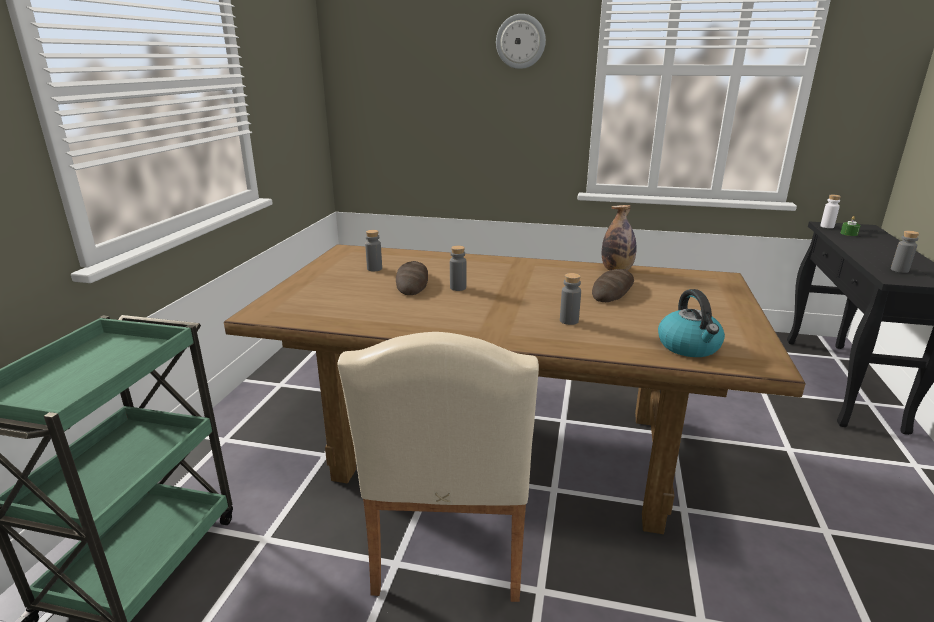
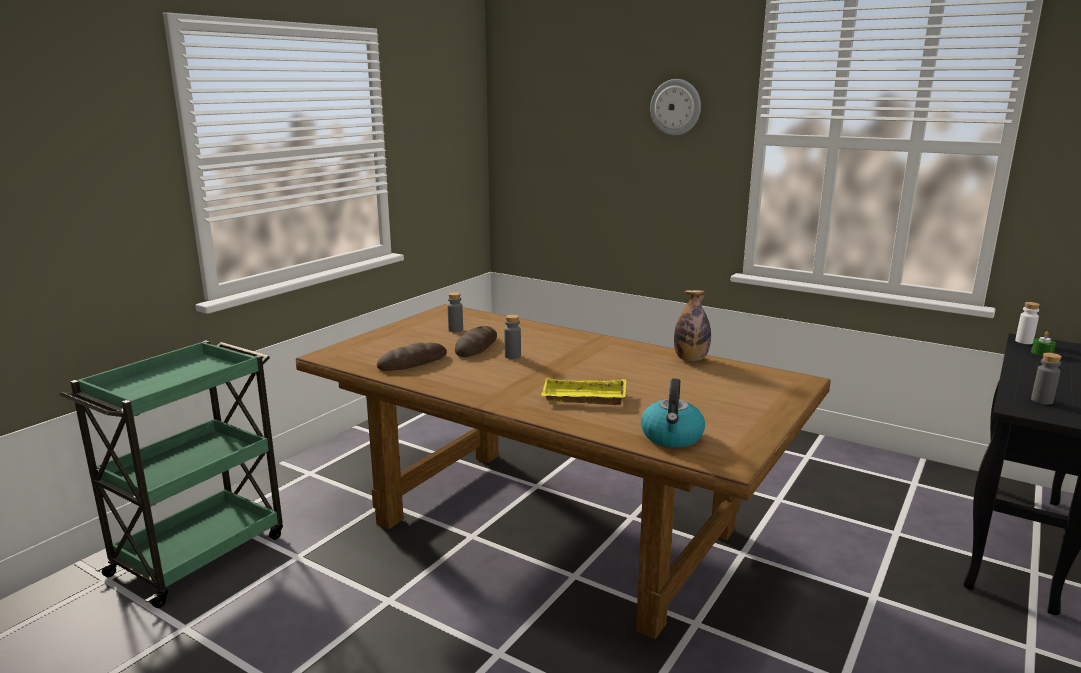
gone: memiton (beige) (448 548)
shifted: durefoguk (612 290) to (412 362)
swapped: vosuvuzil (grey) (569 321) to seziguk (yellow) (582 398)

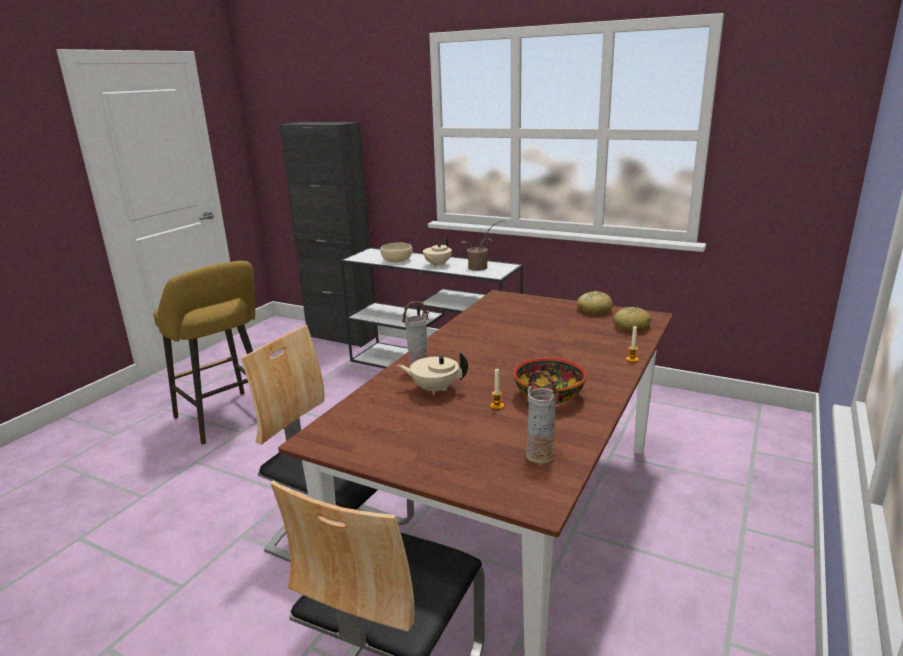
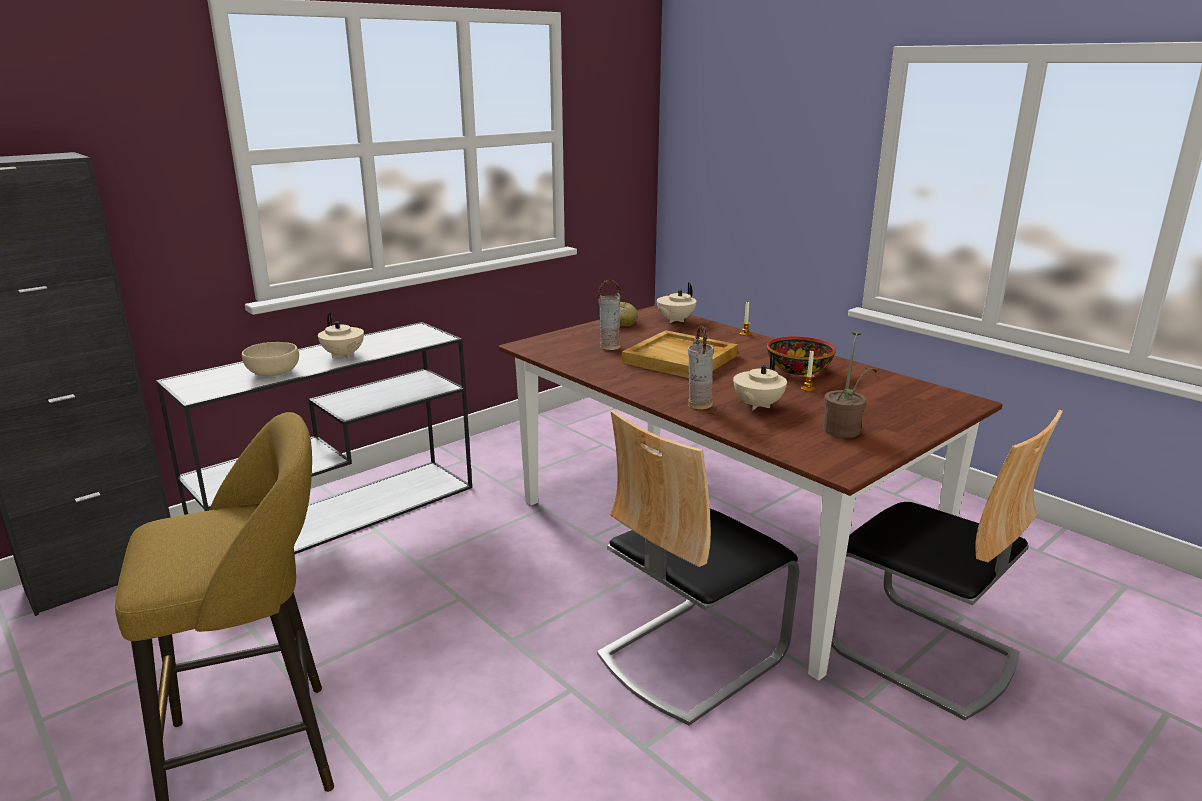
new: seziguk (beige) (681 359)
shifted: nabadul (480 268) to (843 428); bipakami (540 455) to (609 347)
swapped: durefoguk (631 327) to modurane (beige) (675 320)

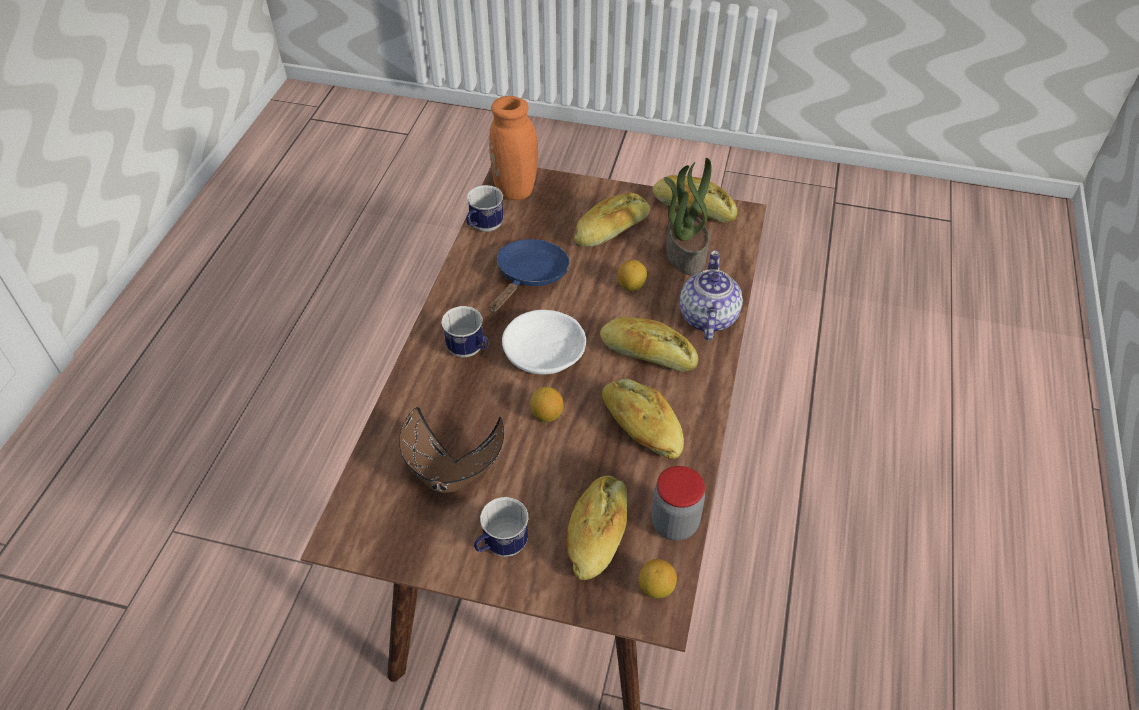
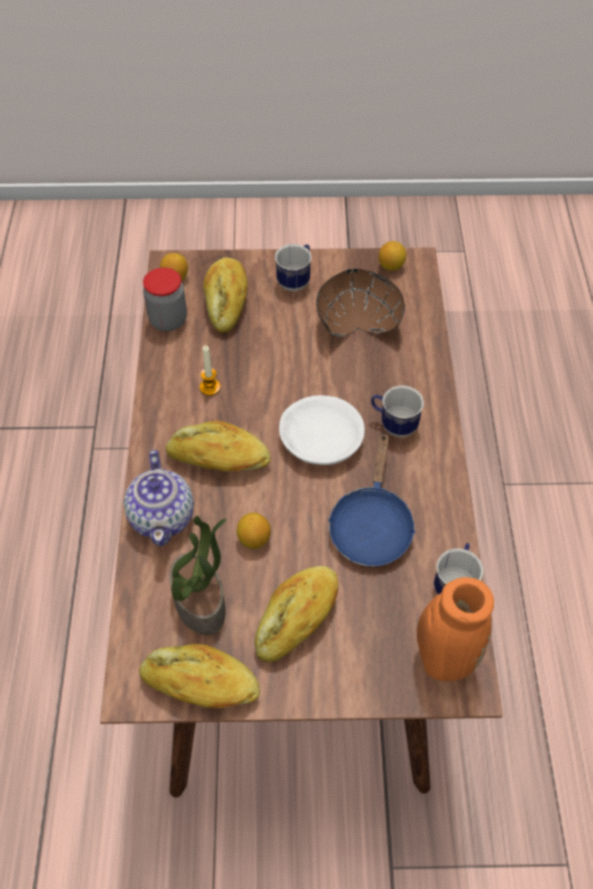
shifted: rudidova (546 414) to (391 266)
swapped: durefoguk (641 427) to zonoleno (210 387)

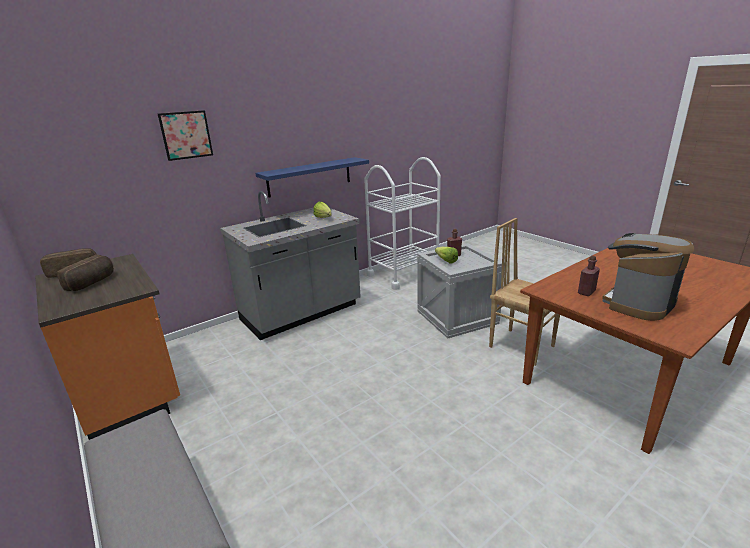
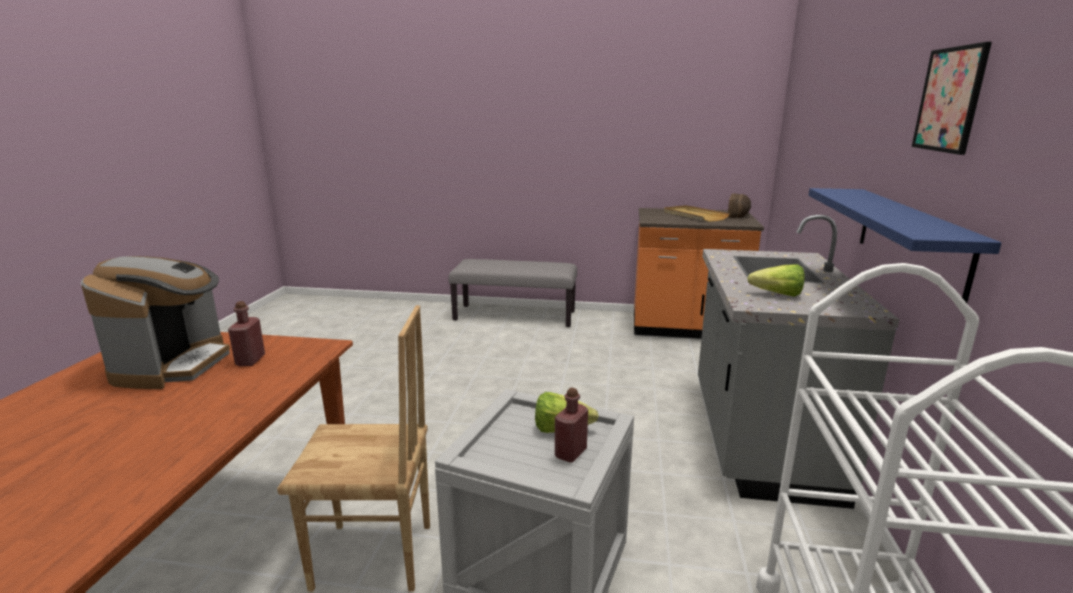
shifted: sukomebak (186 135) to (949 99)
swapped: durefoguk (92 283) to seziguk (beige) (694 215)

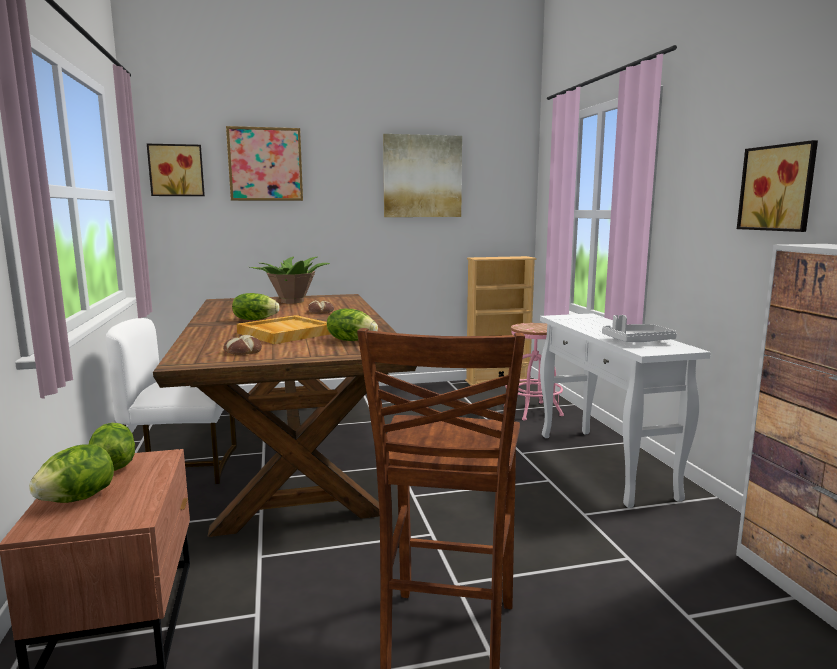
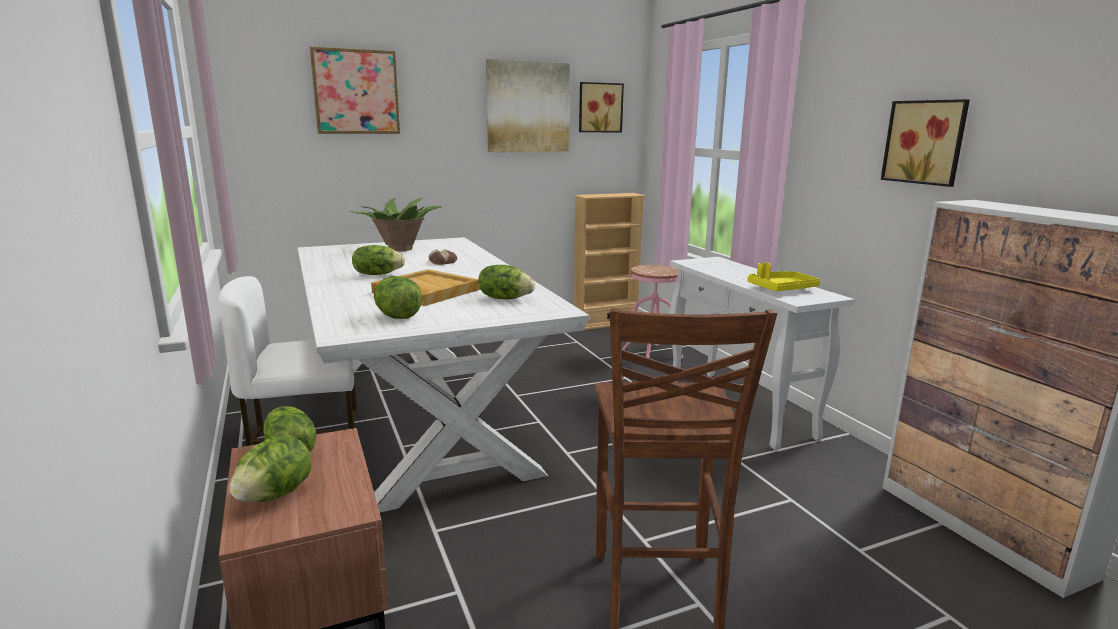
shifted: sukomebak (176 170) to (599 107)
swapped: durefoguk (242 351) to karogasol (397 317)
repainted: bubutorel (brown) (292 451) to bubutorel (white) (421 412); seziguk (grey) (637 341) to seziguk (yellow) (781 289)

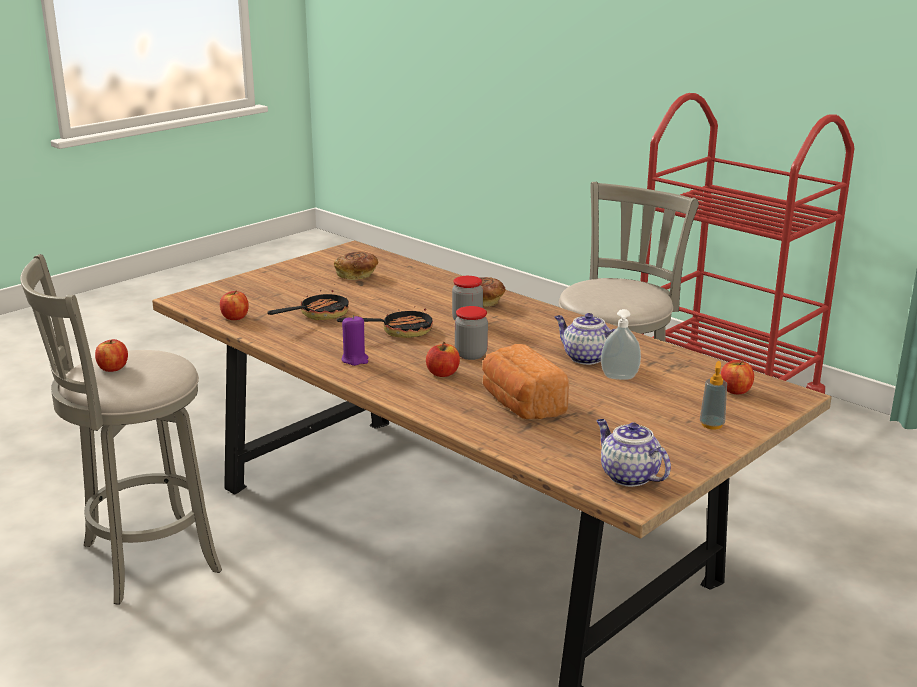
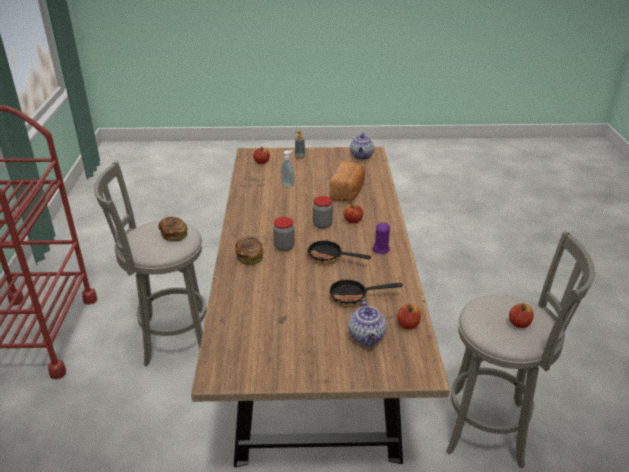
shifted: durefoguk (357 275) to (173 234); modurane (585 358) to (367 337)

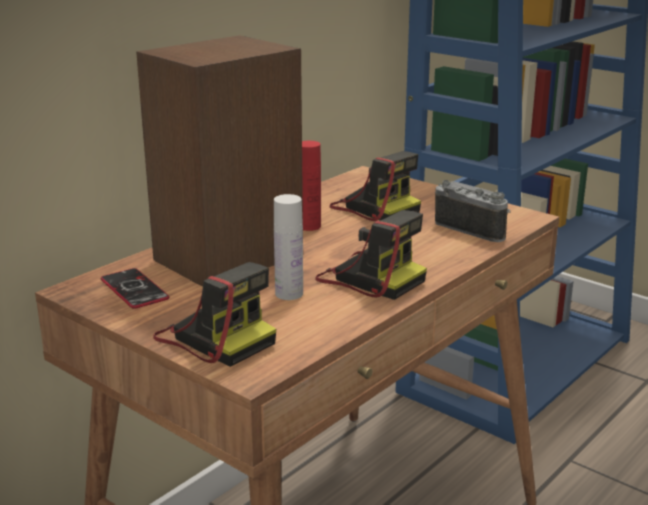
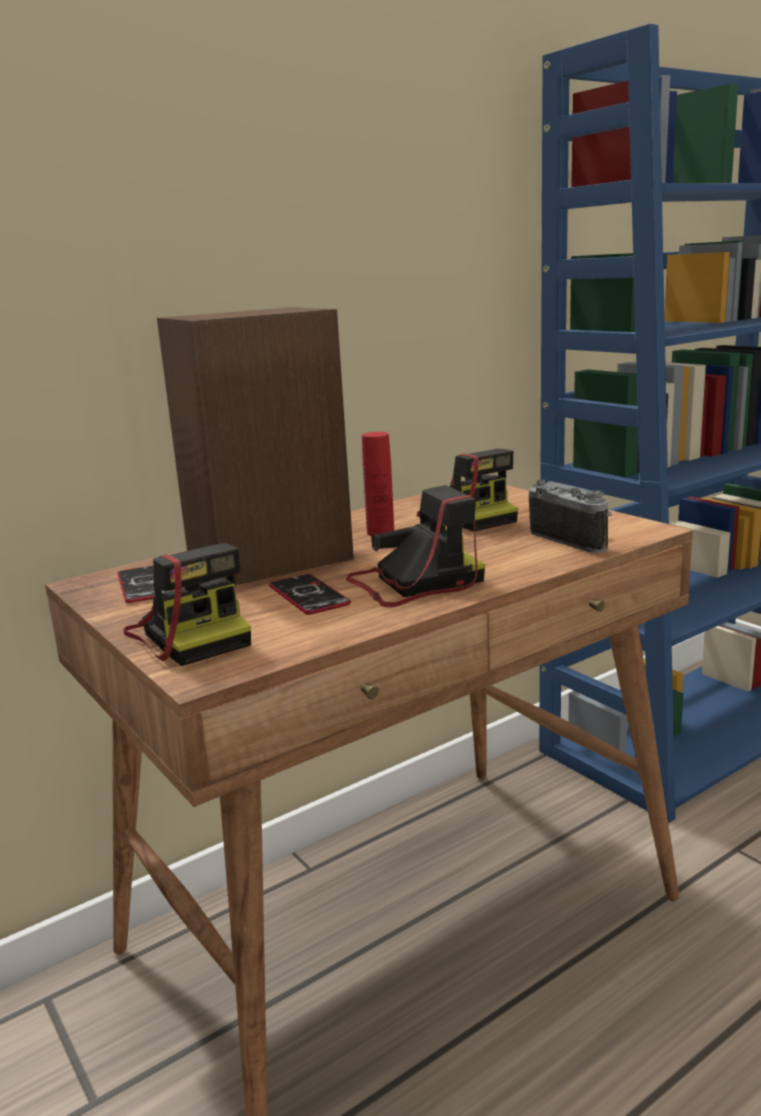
swapped: vosuvuzil (white) (289 294) to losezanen (308 596)
rotated: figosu (369 278) = (414 584) 75 degrees counterclockwise

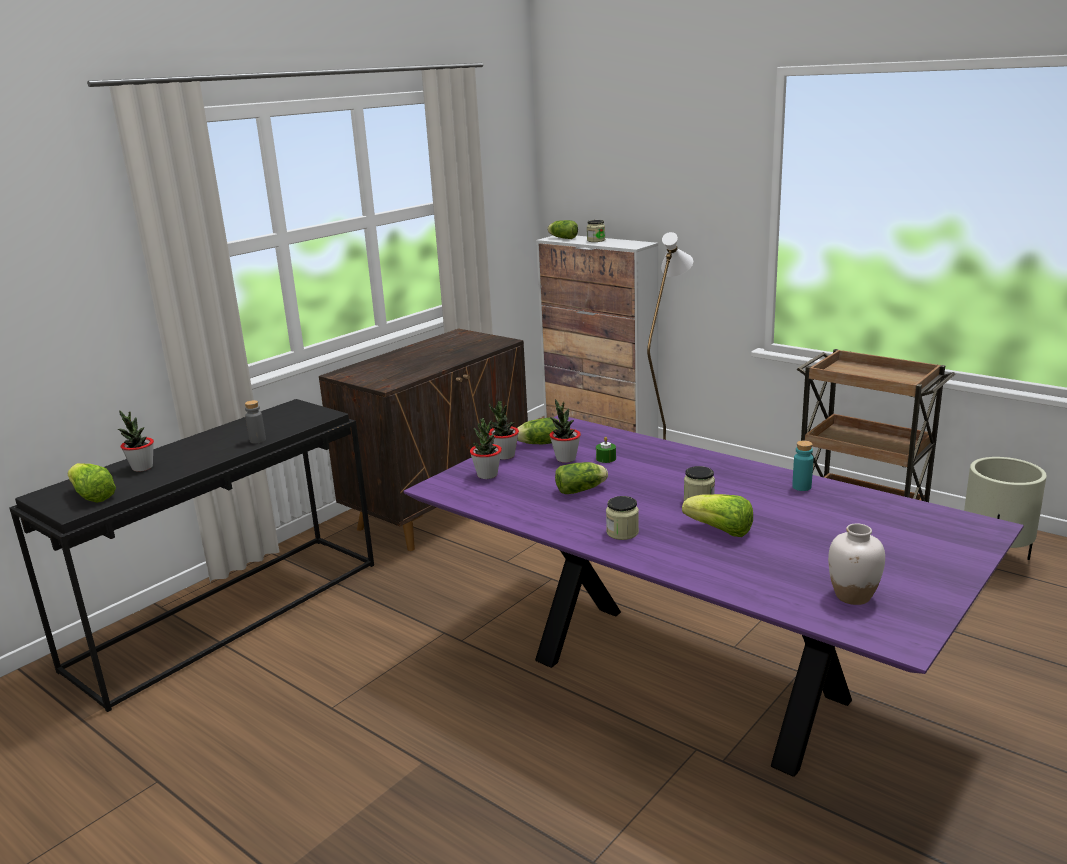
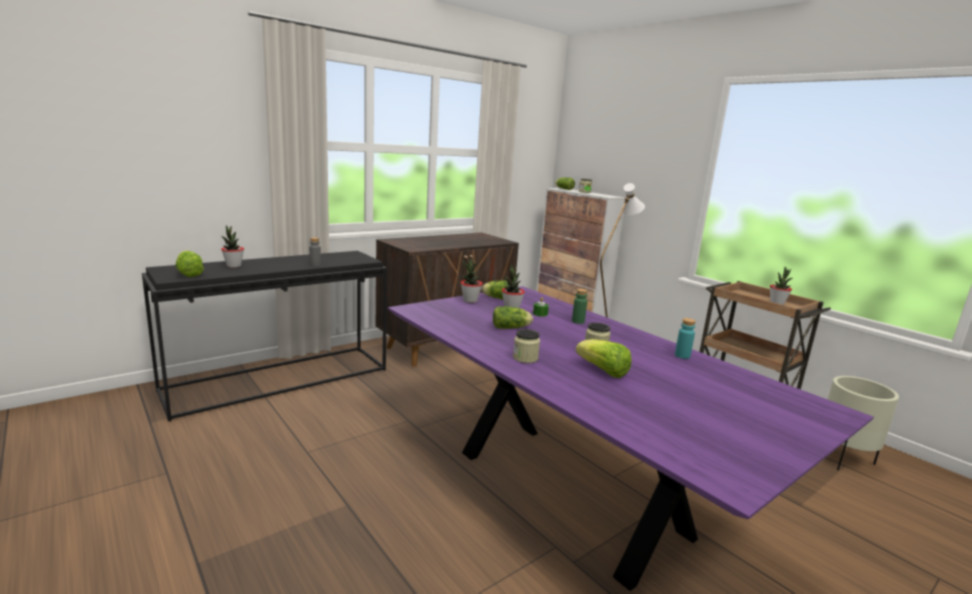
gone: bipakami (white) (853 596)
new: vosuvuzil (green) (578 321)
shifted: nabadul (487 475) to (777 303)

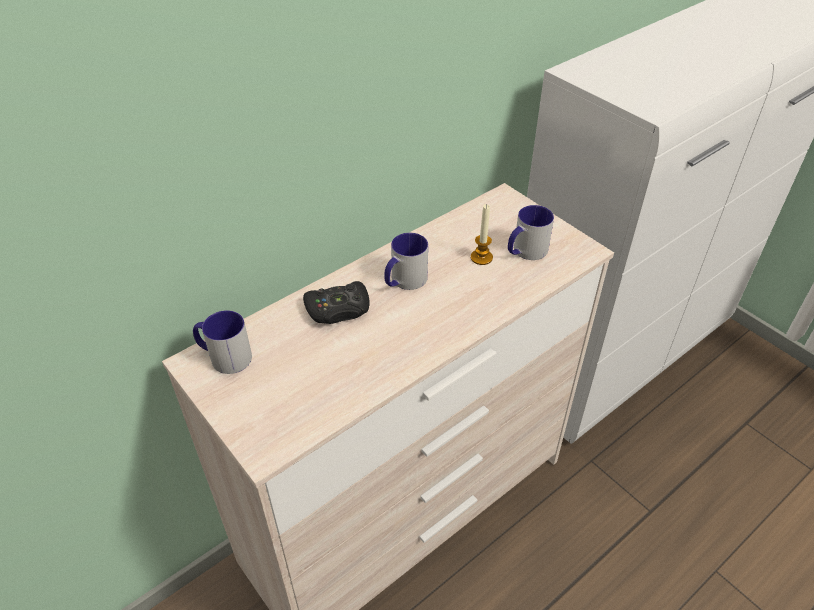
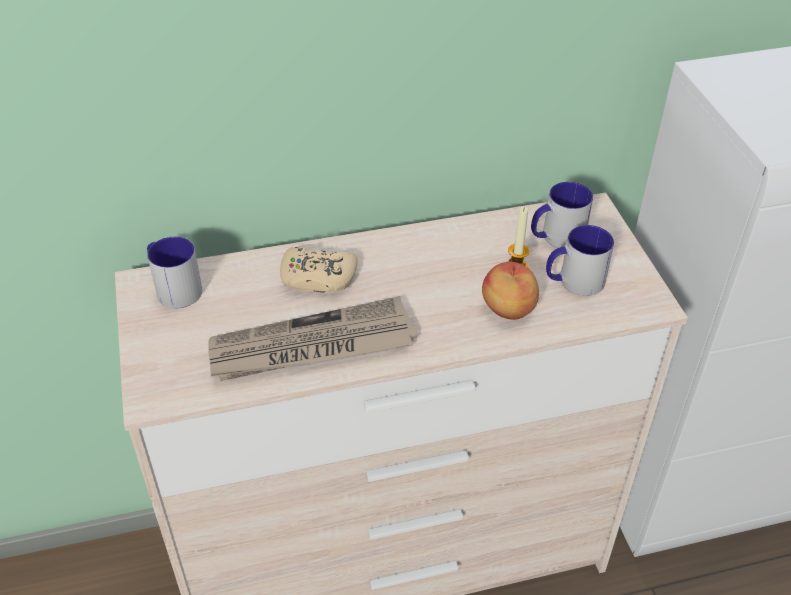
new: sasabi (508 309); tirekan (311 347)
shifted: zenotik (404 281) to (556 237)
repainted: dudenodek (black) (338 309) to dudenodek (beige) (318 277)

